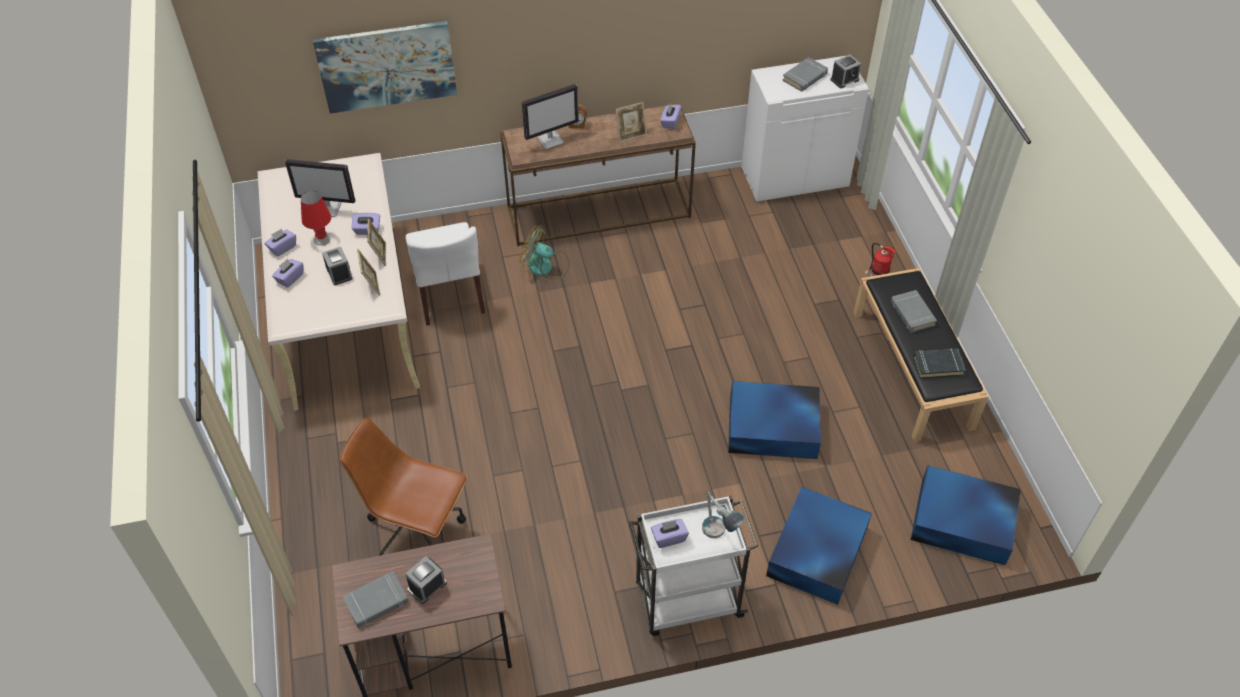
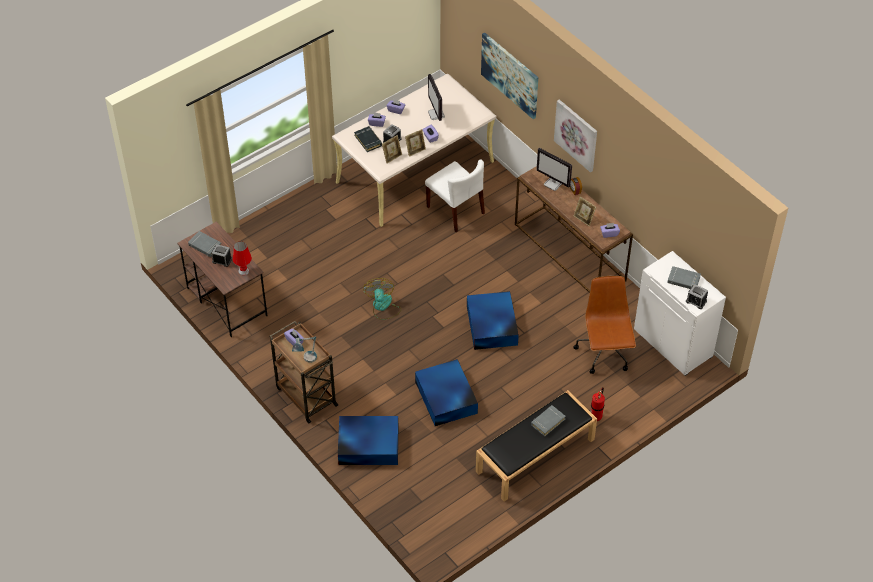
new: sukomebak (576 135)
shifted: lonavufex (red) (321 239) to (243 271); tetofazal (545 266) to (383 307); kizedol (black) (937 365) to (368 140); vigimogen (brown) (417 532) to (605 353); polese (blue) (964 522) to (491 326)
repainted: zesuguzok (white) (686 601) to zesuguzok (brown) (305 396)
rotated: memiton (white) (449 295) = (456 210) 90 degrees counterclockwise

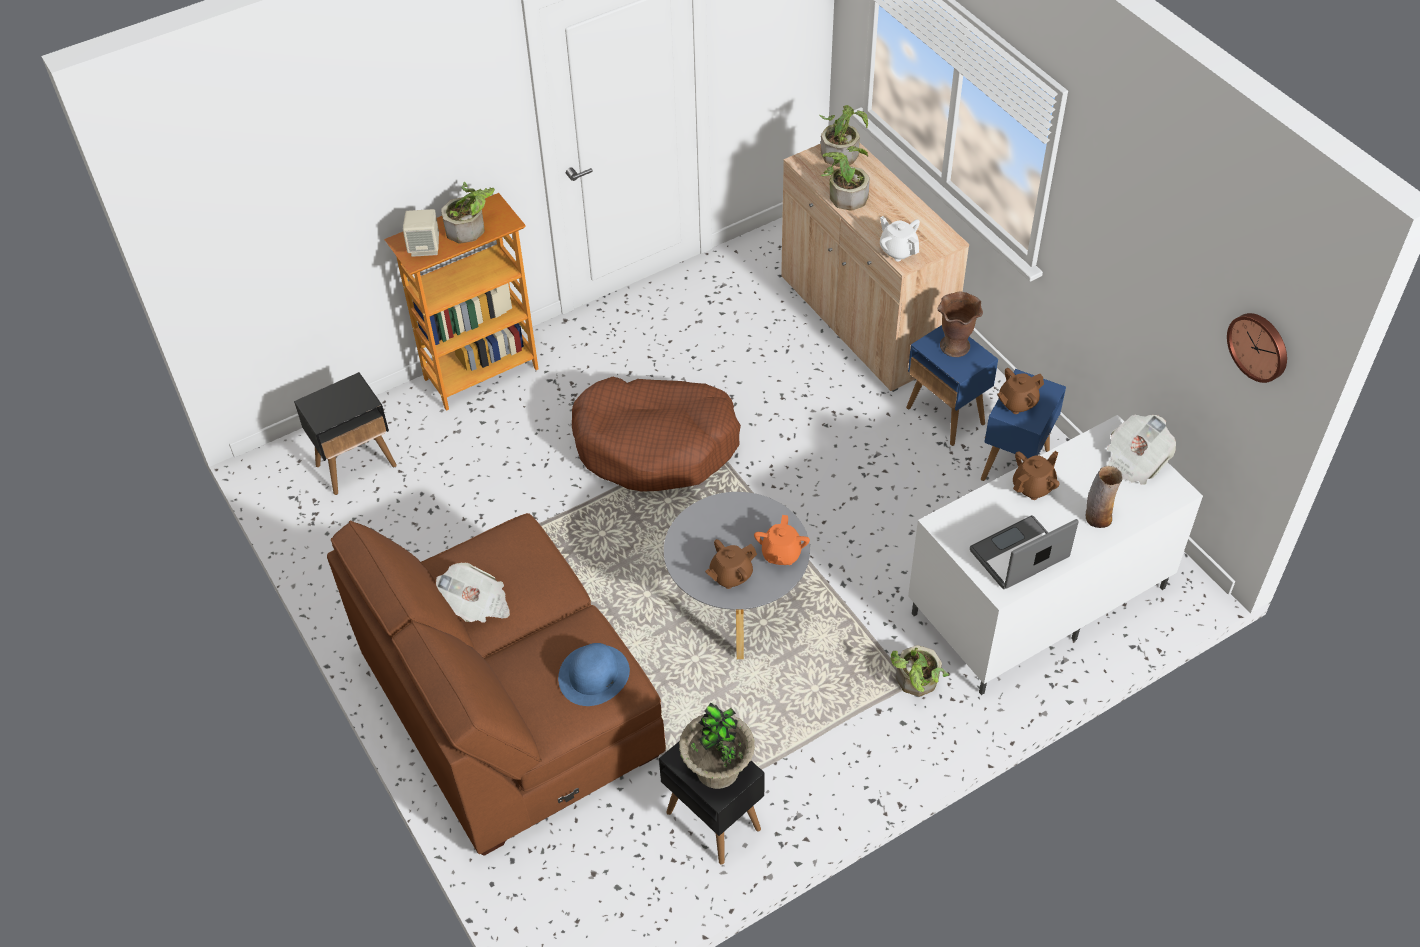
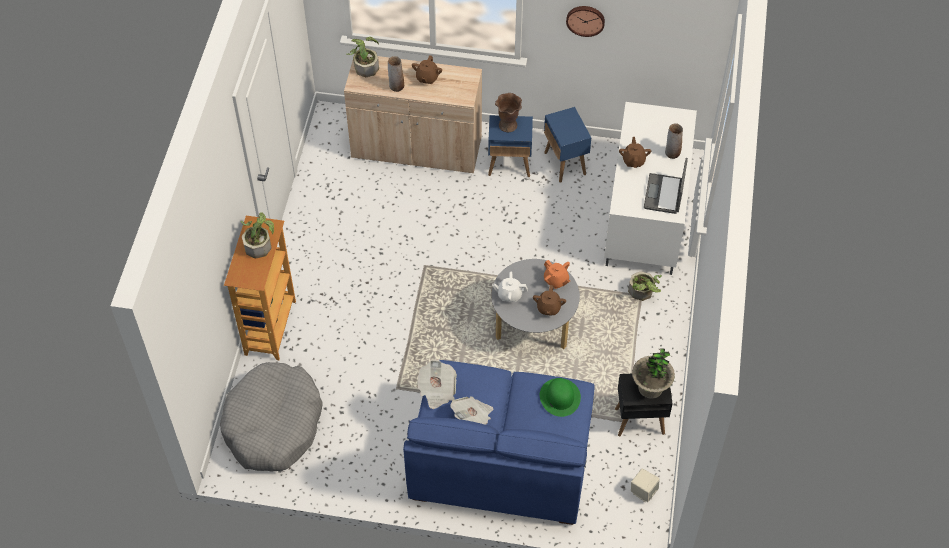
gone: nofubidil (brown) (656 445)
shifted: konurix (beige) (425 247) to (643 491); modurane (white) (898 250) to (509 294); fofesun (1259 346) to (585 19); modurane (brown) (1017 403) to (427 78); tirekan (1134 461) to (437 390)
swapped: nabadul (845 194) to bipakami (396 86); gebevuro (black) (357 465) to nofubidil (grey) (273 425)
repainted: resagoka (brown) (512 708) to resagoka (blue) (501 458); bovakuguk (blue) (594 674) to bovakuguk (green) (559 397)

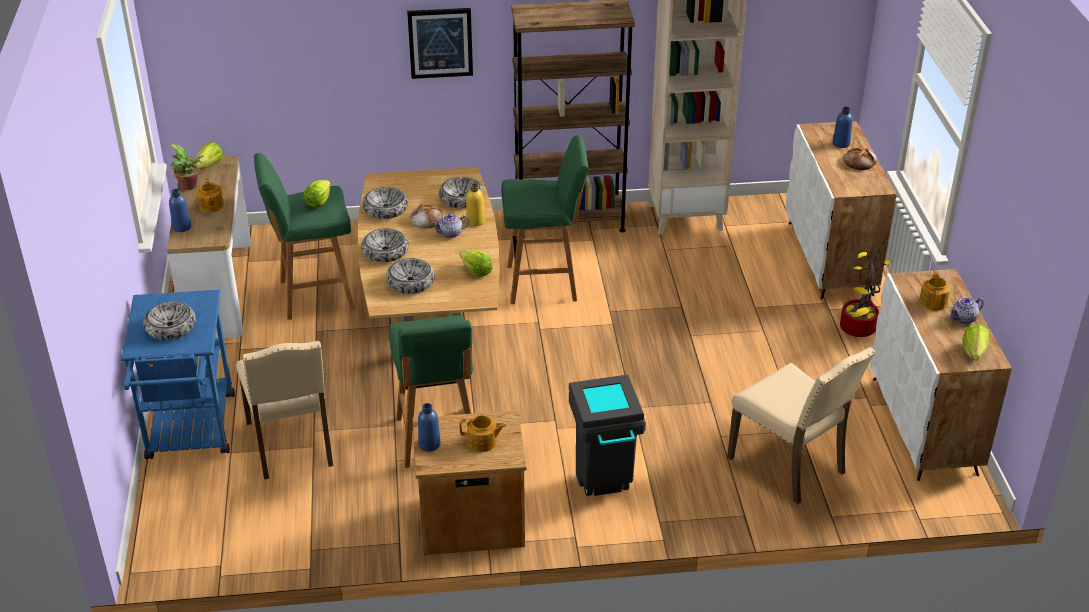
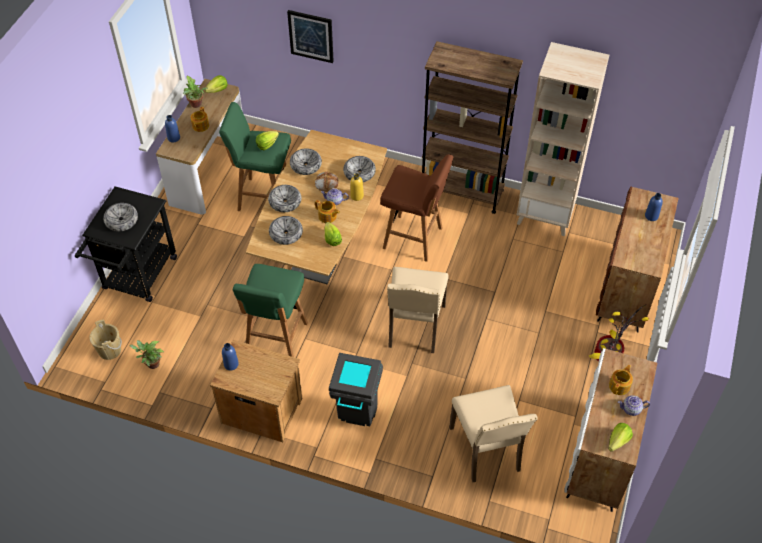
gone: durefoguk (860 161)
new: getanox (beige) (109 350); nabadul (151 364)
shifted: sukomebak (440 42) to (311 36); memiton (beige) (292 445) to (415 327); modurane (483 442) to (327 216)
repainted: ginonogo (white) (830 258) to ginonogo (brown) (627 288); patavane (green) (544 283) to patavane (brown) (414 238); zesuguzok (blue) (190 433) to zesuguzok (black) (137 278)

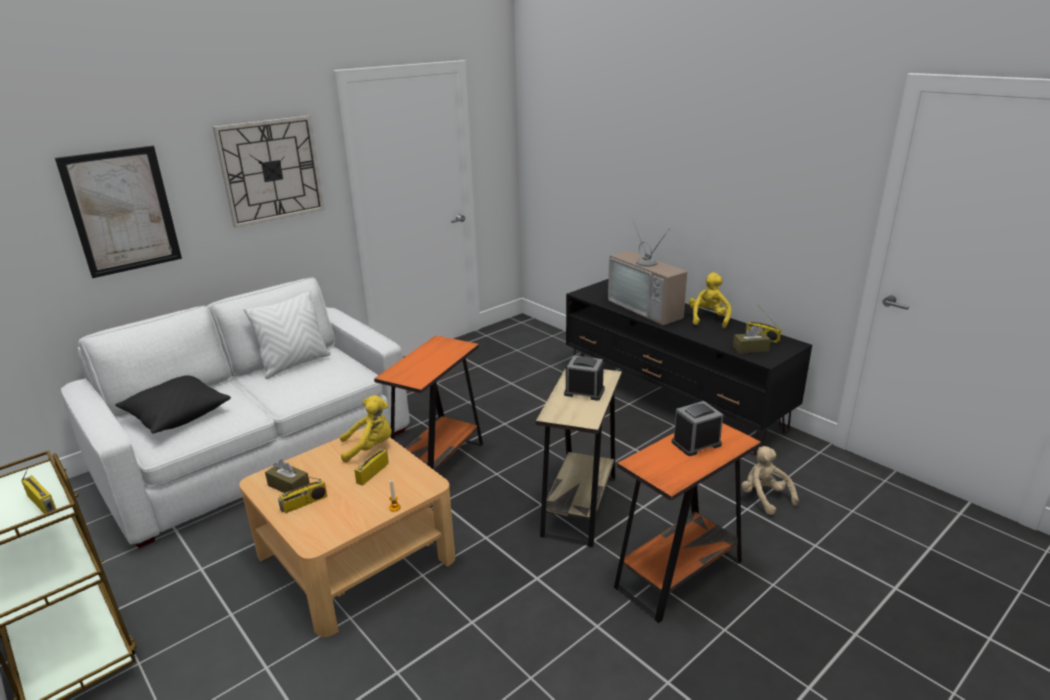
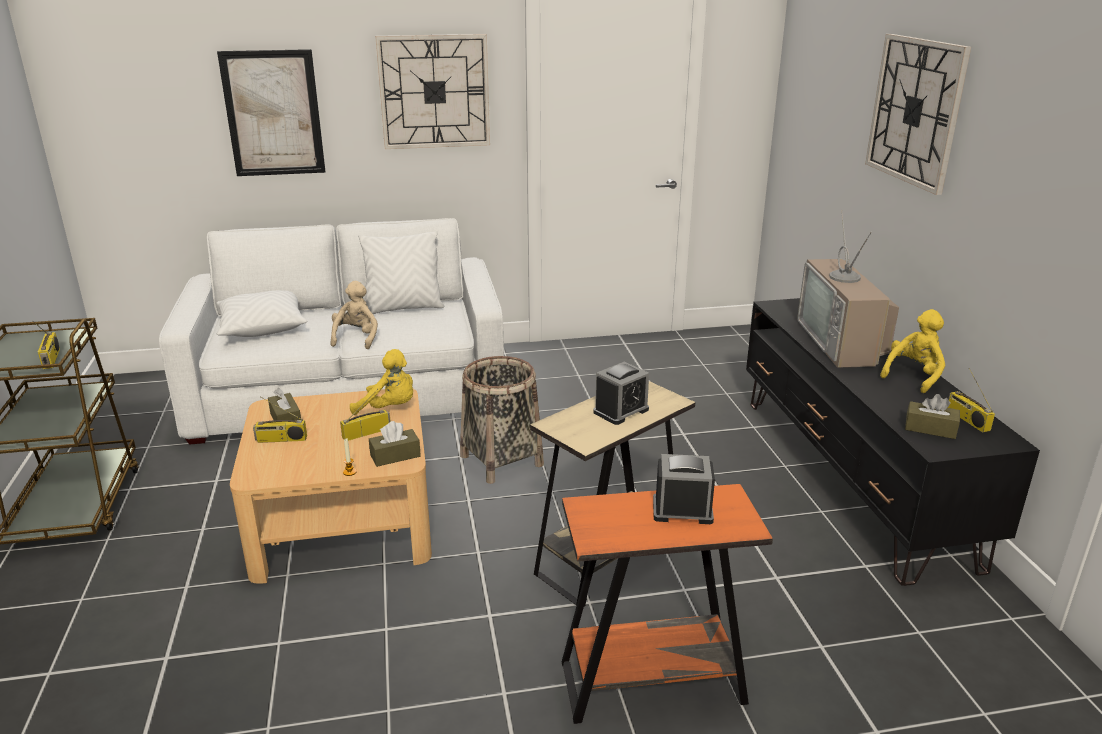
new: fofesun (915 111); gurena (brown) (395 456)
shifted: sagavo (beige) (764 497) to (356 338)
swapped: gebevuro (orange) (438 464) to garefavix (501 460)
repainted: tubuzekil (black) (176 415) to tubuzekil (white) (262 327)
rotated: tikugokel (584 392) = (621 411) 90 degrees clockwise

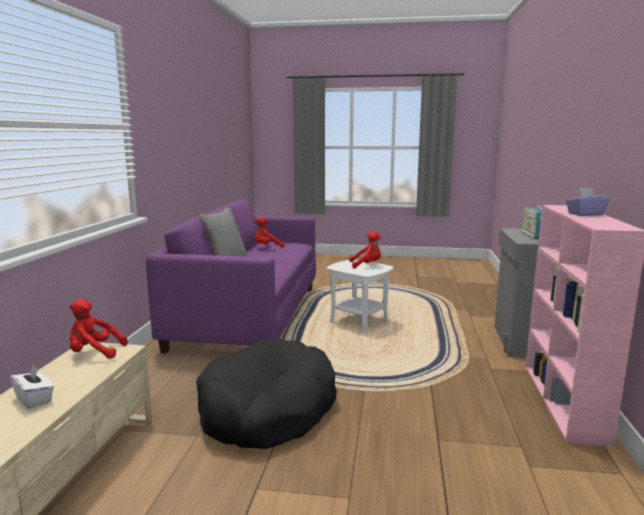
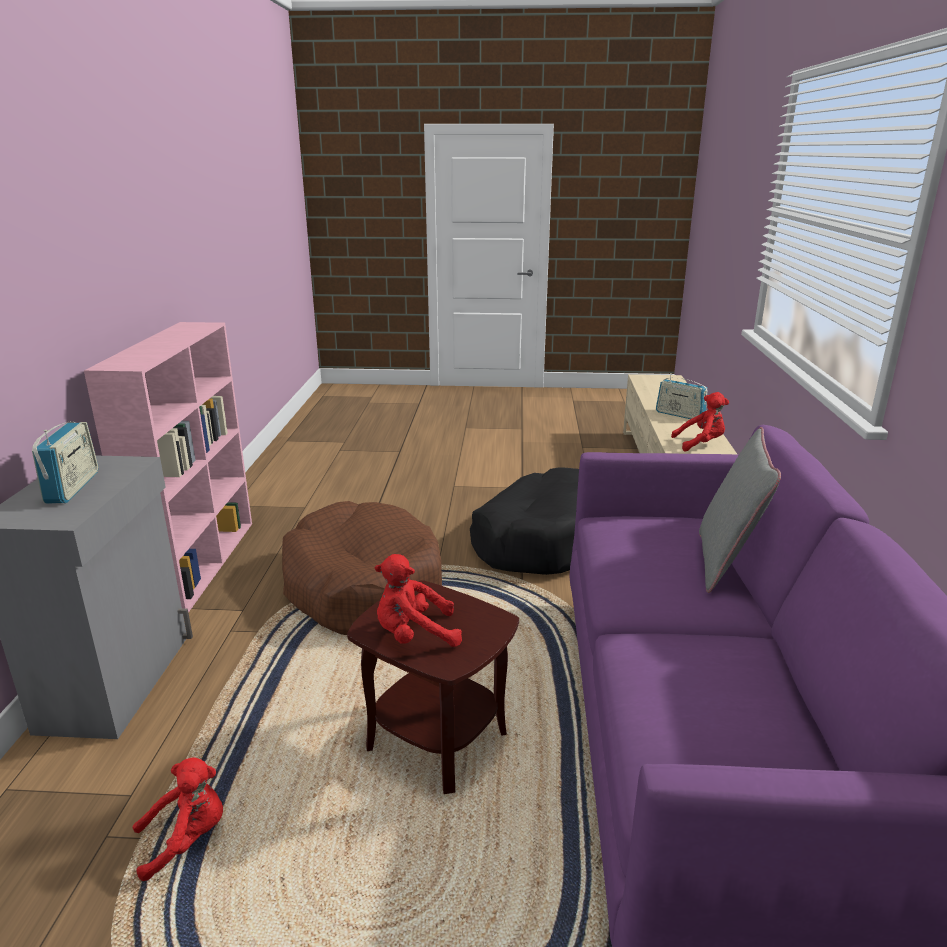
gone: gurena (purple) (585 214)
new: nofubidil (brown) (362 586)
shifted: sagavo (red) (267 247) to (187 839)
swapped: gurena (white) (34 399) to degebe (680 415)
repainted: gebevuro (white) (358 322) to gebevuro (brown) (437 739)

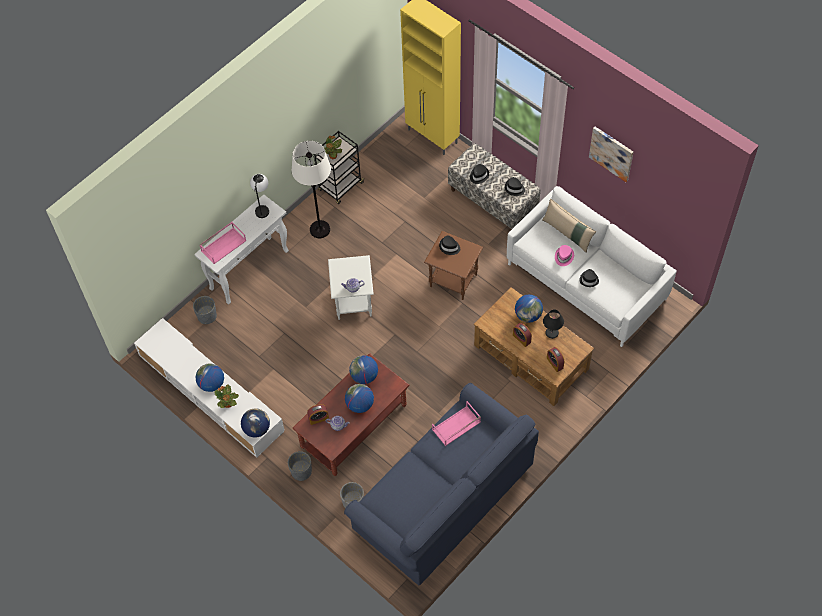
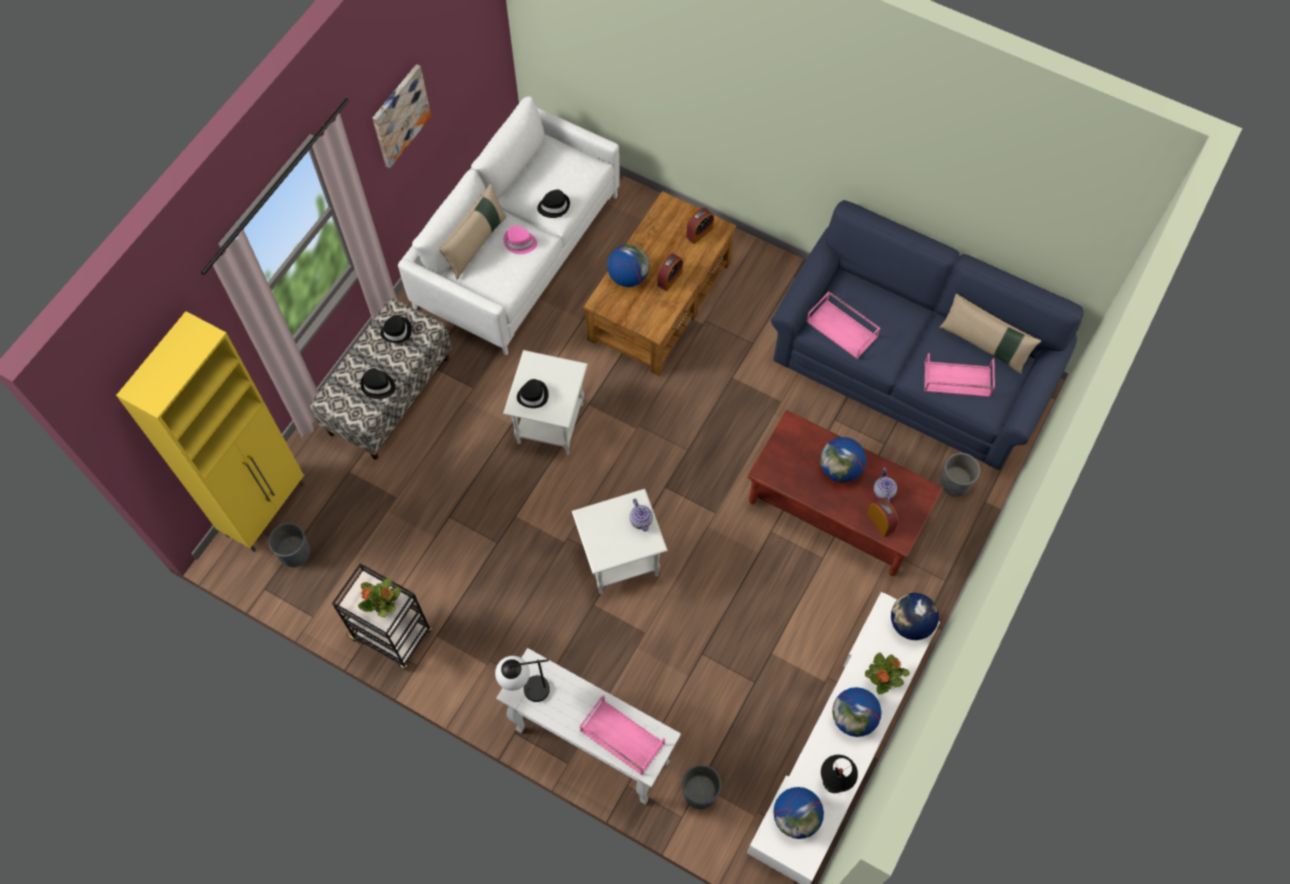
gone: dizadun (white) (320 229)
new: tubuzekil (beige) (984 345); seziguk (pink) (956 380)
shifted: lonavufex (black) (552 333) to (833 782); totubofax (364 376) to (796 817); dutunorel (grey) (301 471) to (294 553)
repainted: gebevuro (brown) (452 280) to gebevuro (white) (550 425)

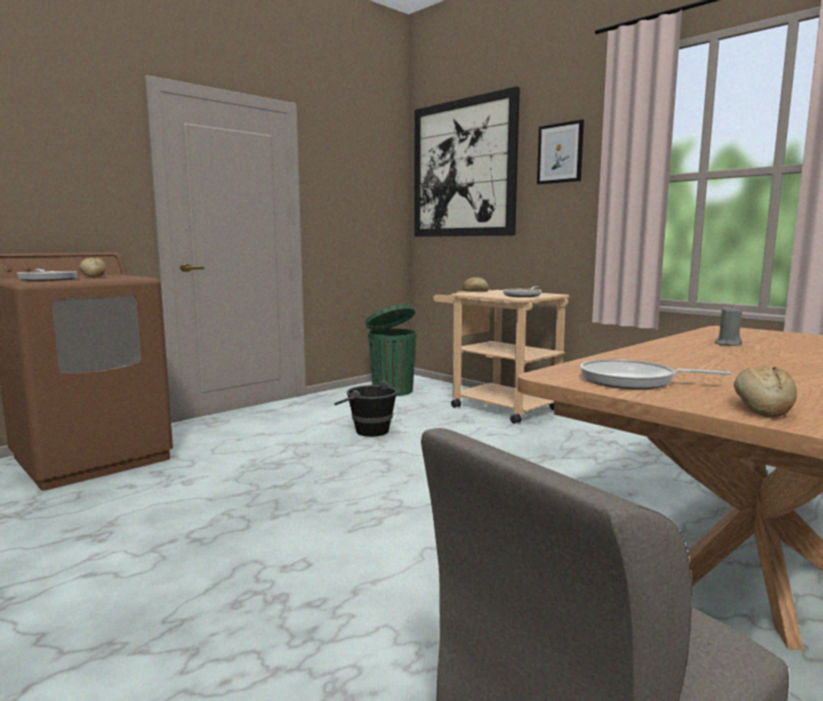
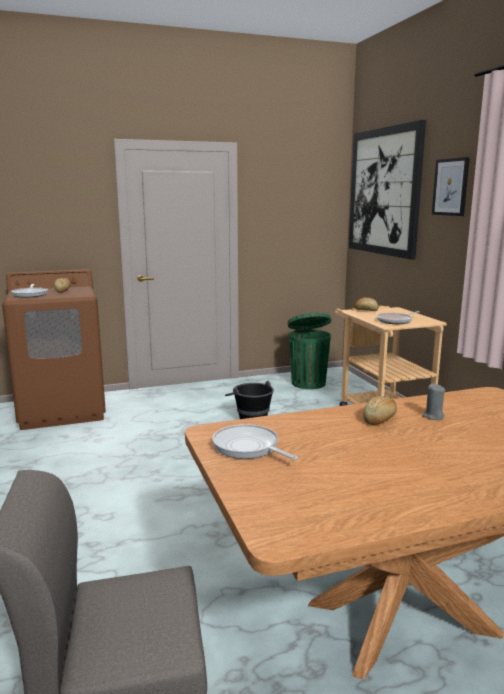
shifted: durefoguk (762 409) to (380 419)

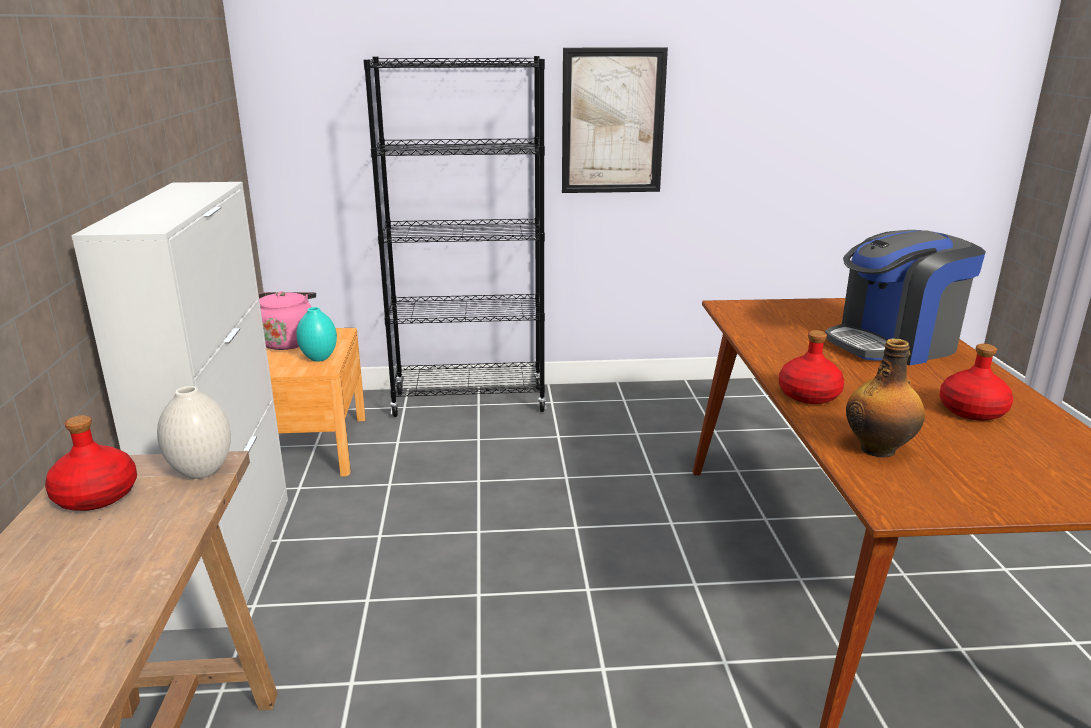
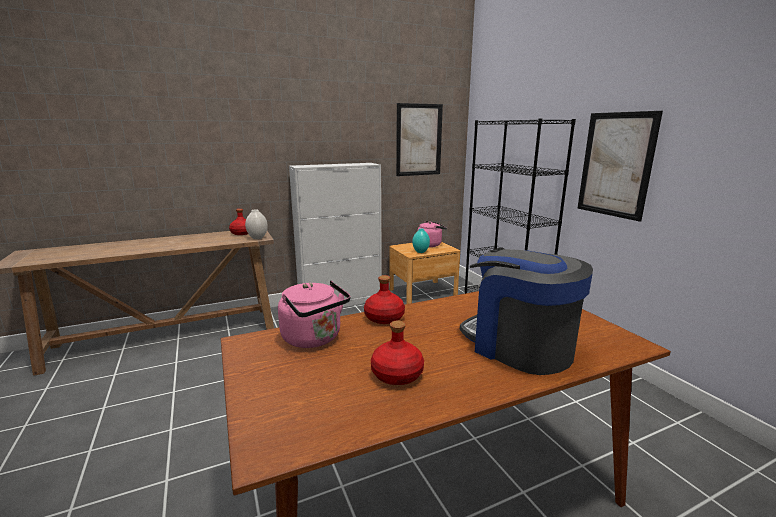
new: sukomebak (419 140)
swapped: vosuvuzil (879 449) to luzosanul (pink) (314 339)

